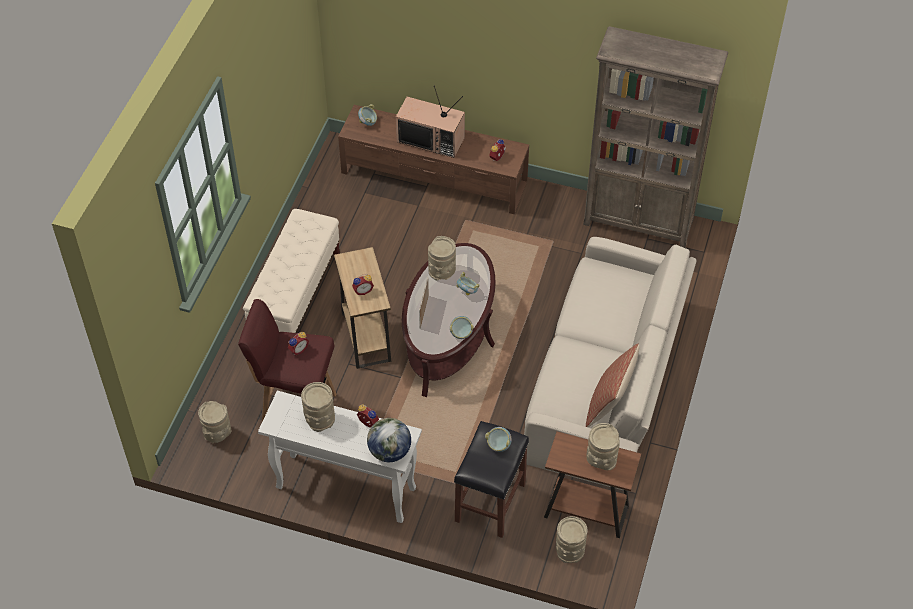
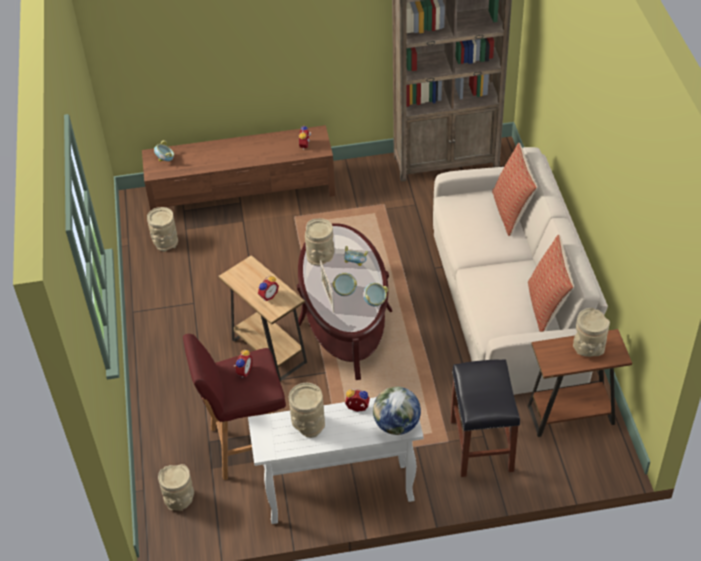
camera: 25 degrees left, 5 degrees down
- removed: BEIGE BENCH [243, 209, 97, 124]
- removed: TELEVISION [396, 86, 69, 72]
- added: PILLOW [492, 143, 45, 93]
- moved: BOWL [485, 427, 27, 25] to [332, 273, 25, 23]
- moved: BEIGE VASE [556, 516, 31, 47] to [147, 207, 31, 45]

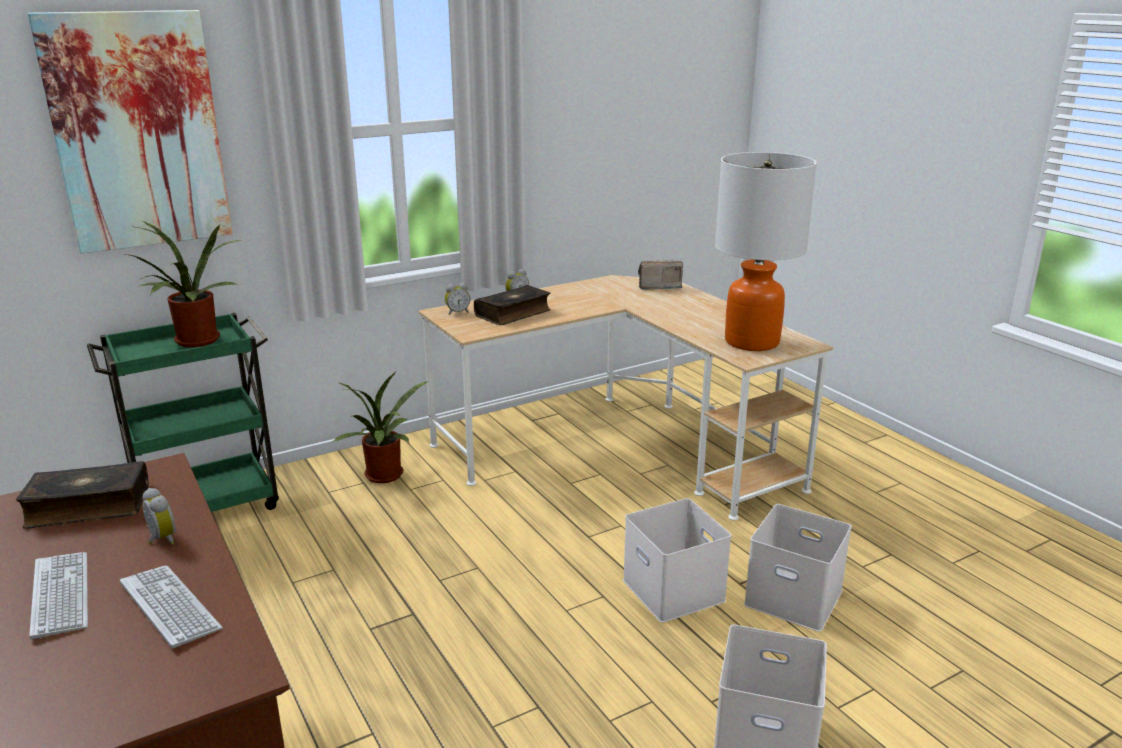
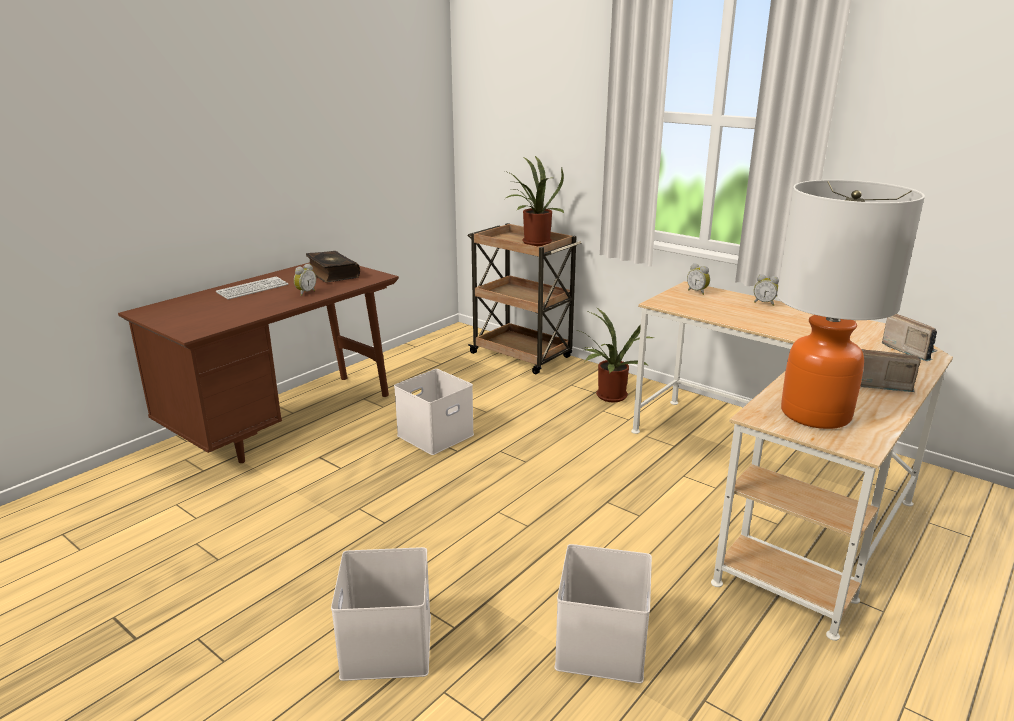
camera: 70 degrees right, 0 degrees up
- removed: PICTURE [28, 10, 205, 244]
- removed: KEYBOARD [120, 566, 103, 83]
- removed: BOOK [474, 285, 77, 40]
- added: RADIO [860, 349, 61, 43]
- moved: WHITE STORAGE BOX [623, 498, 109, 125] to [394, 369, 80, 86]
- recoloured: GREEN CART [87, 313, 192, 199] to BROWN CART [468, 223, 113, 151]

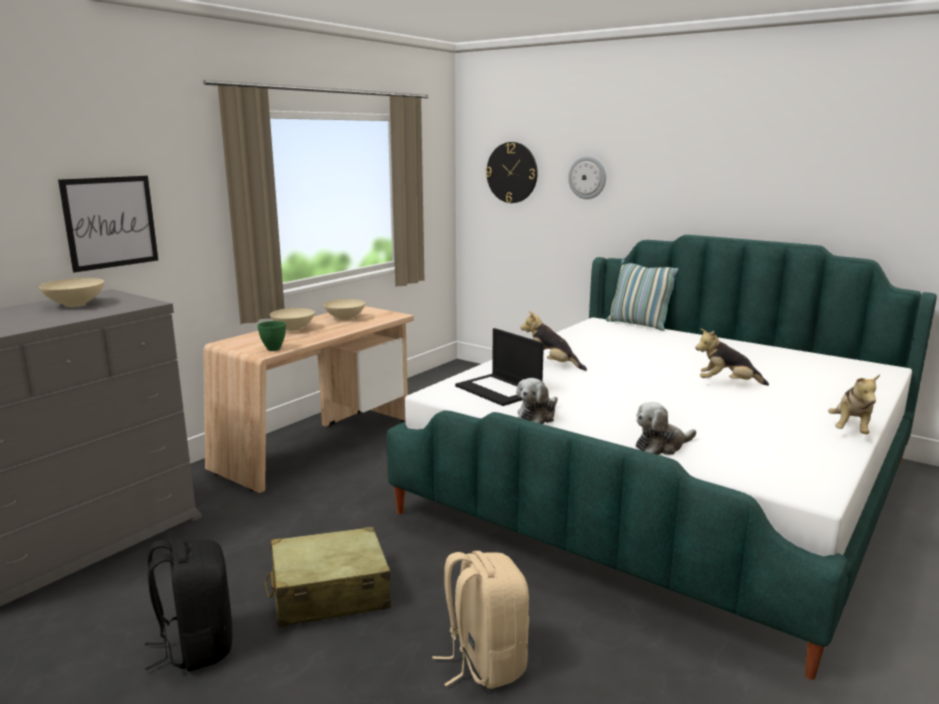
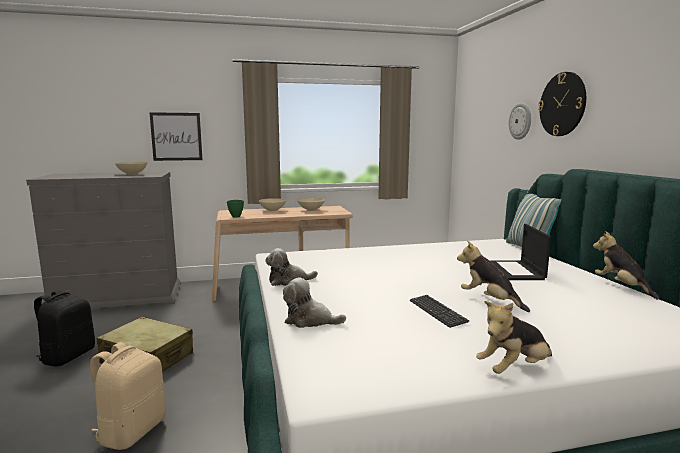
camera: 40 degrees right, 5 degrees down
- added: KEYBOARD [410, 295, 59, 33]
- moved: LAPTOP [455, 328, 89, 78] to [489, 224, 62, 56]
- moved: WALL CLOCK [486, 142, 52, 61] to [538, 72, 48, 64]
- moved: PLUSH TOY [521, 311, 66, 60] to [593, 231, 66, 68]

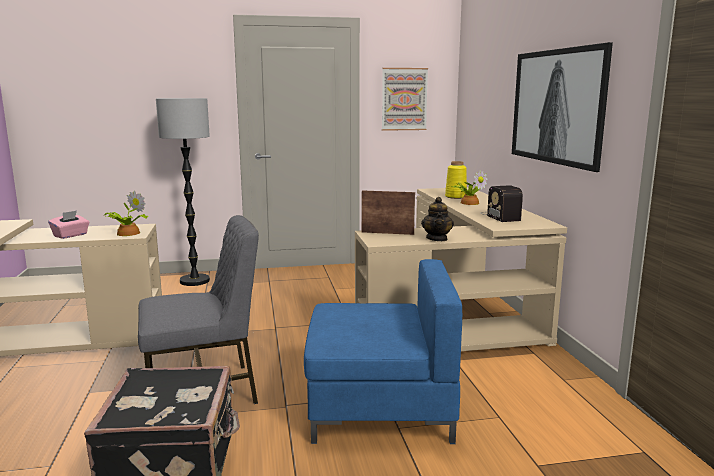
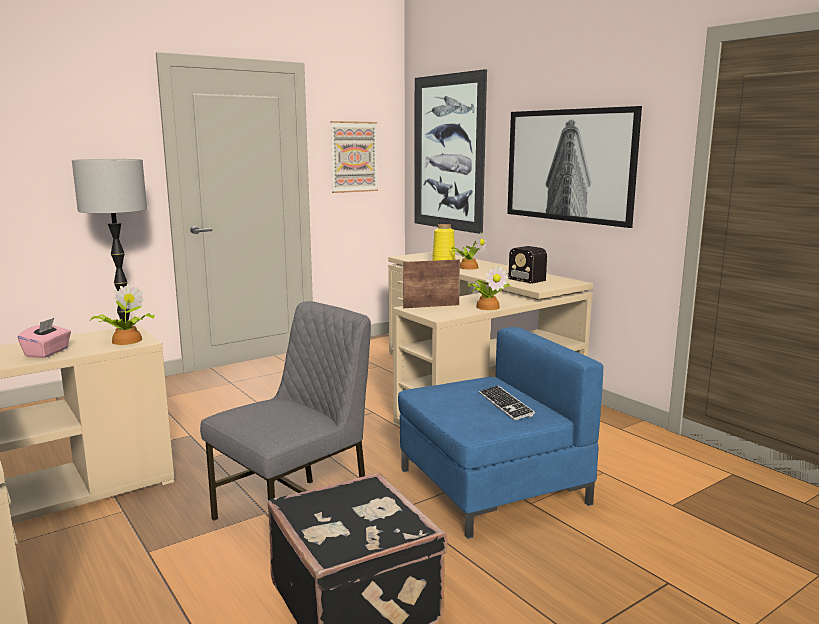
camera: 25 degrees left, 0 degrees up
- added: PICTURE [414, 69, 73, 165]
- added: KEYBOARD [479, 385, 56, 35]
- replaced: TEAPOT [421, 197, 33, 44] to POTTED PLANT [466, 265, 46, 45]

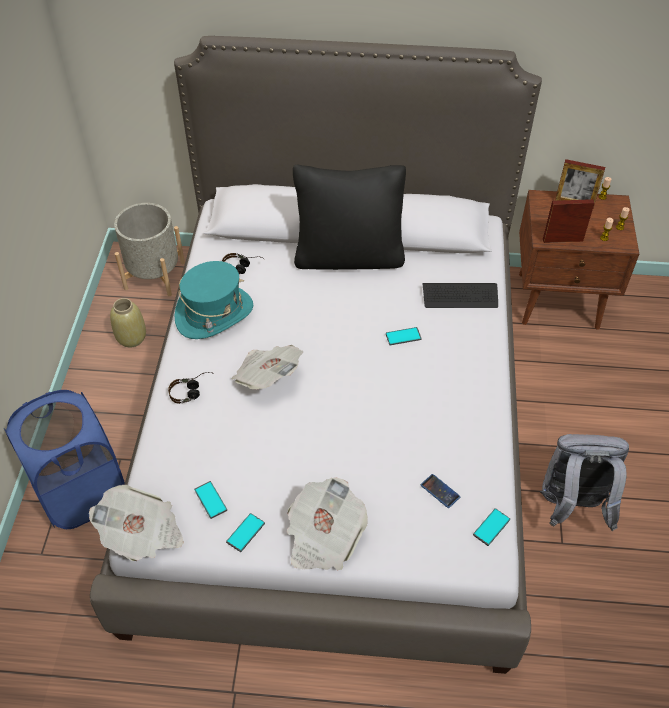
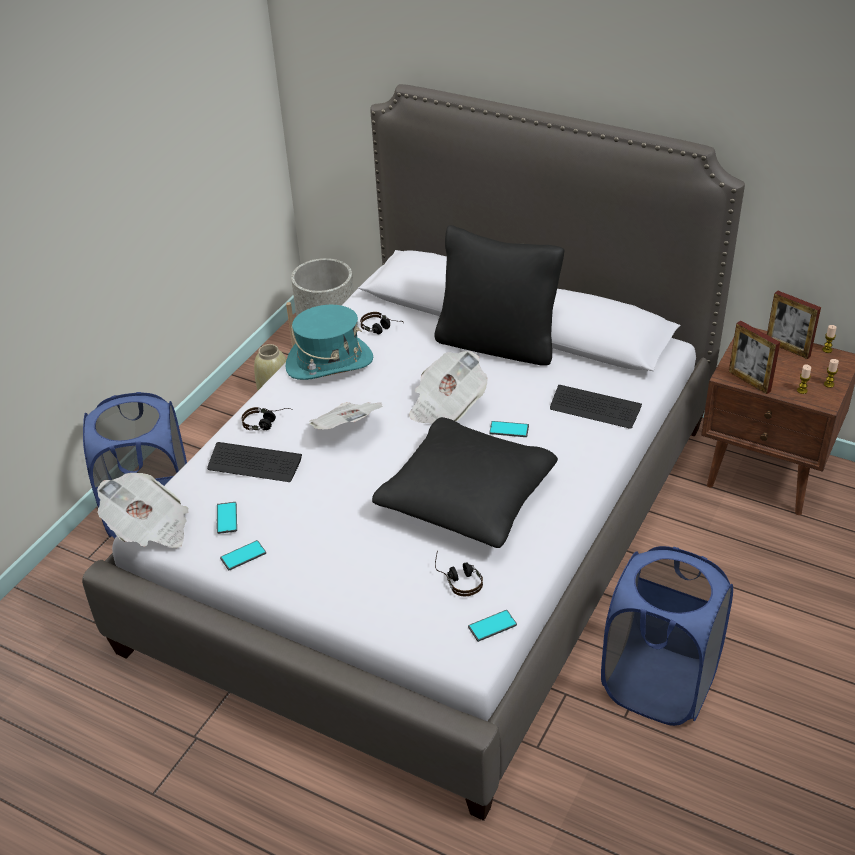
camera: 25 degrees right, 10 degrees down
- added: KEYBOARD [207, 442, 95, 40]
- added: BLACK PILLOW [372, 417, 186, 131]
- moved: NEWSPAPER [287, 477, 81, 93] to [409, 351, 79, 73]
- replaced: PHONE [421, 474, 39, 34] to HEADPHONES [435, 550, 48, 46]
- replaced: GREY BACKPACK [540, 434, 89, 97] to BLUE LAUNDRY BASKET [601, 546, 132, 180]
- turned: PICTURE FRAME [543, 199, 52, 44] = [729, 321, 52, 73] 150 degrees counterclockwise

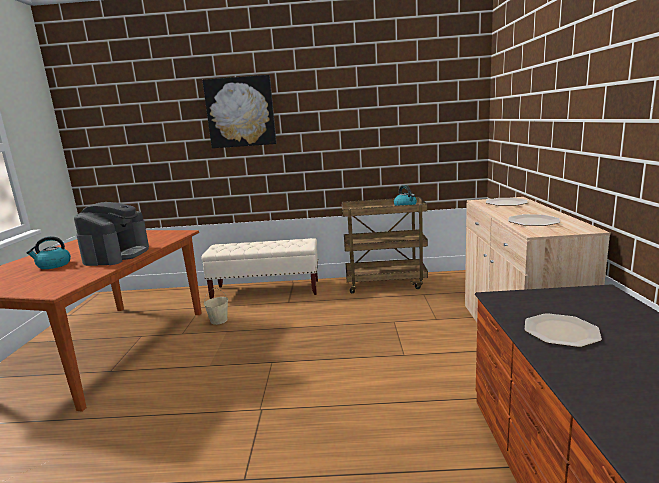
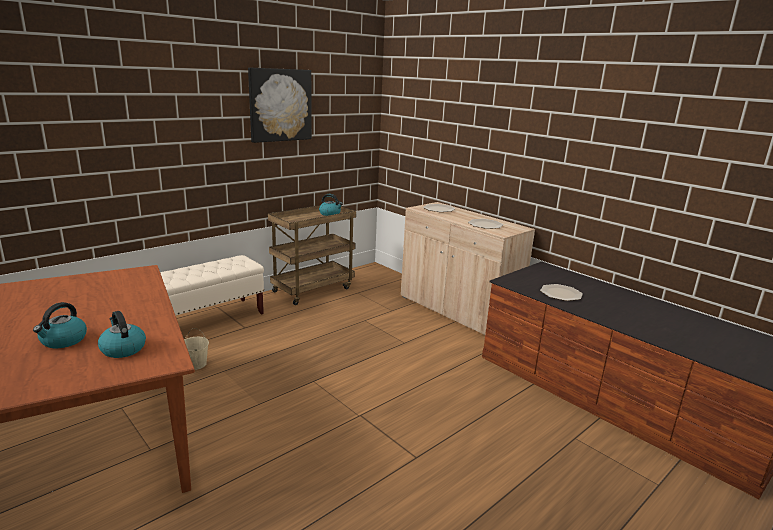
camera: 45 degrees left, 5 degrees up
- removed: COFFEE MACHINE [74, 202, 75, 64]
- added: KETTLE [98, 311, 48, 47]
- moved: PICTURE [202, 75, 74, 73] to [248, 67, 64, 76]

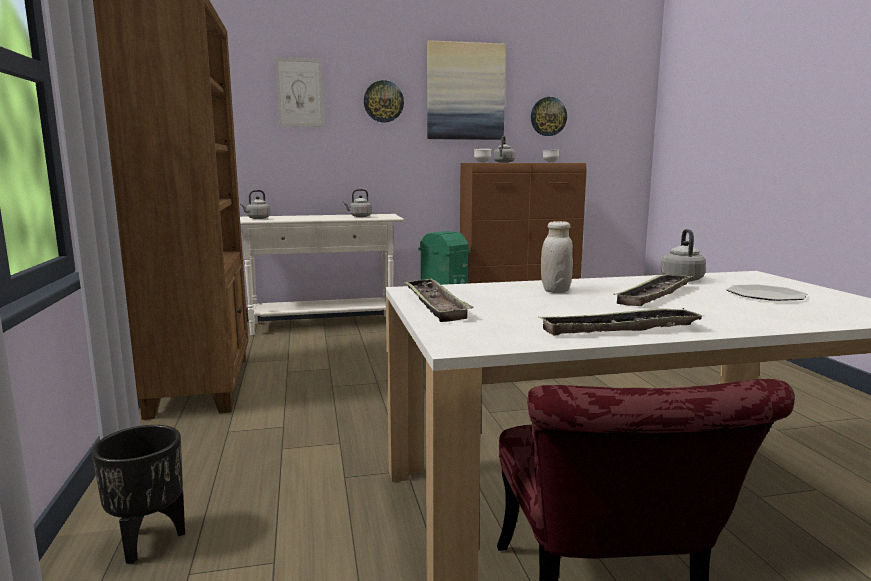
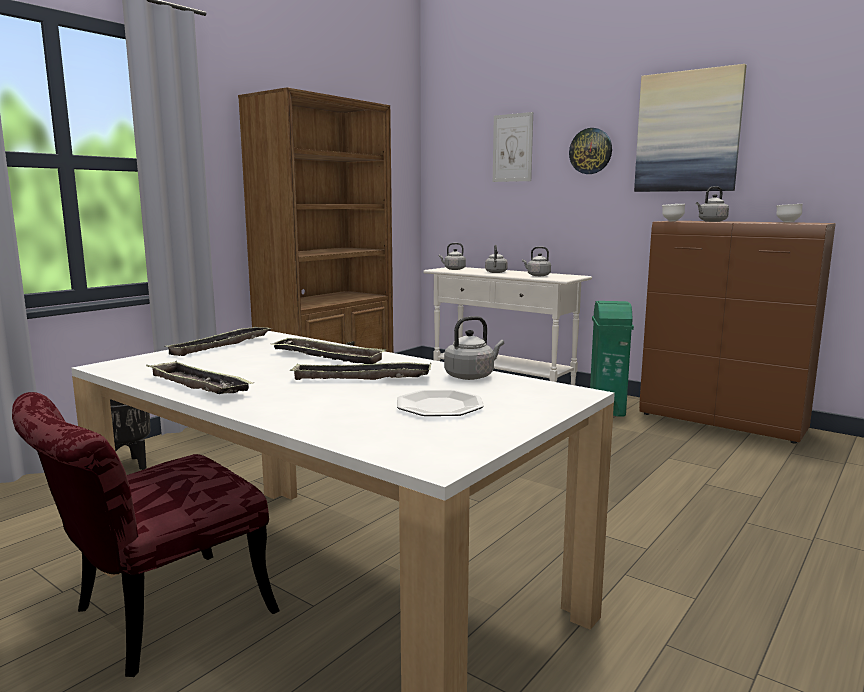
camera: 50 degrees right, 0 degrees up
- removed: WALL CLOCK [531, 97, 36, 39]
- added: GREY KETTLE [485, 245, 23, 28]
- replaced: WHITE JAR [541, 221, 32, 72] to TRAY [270, 338, 116, 26]

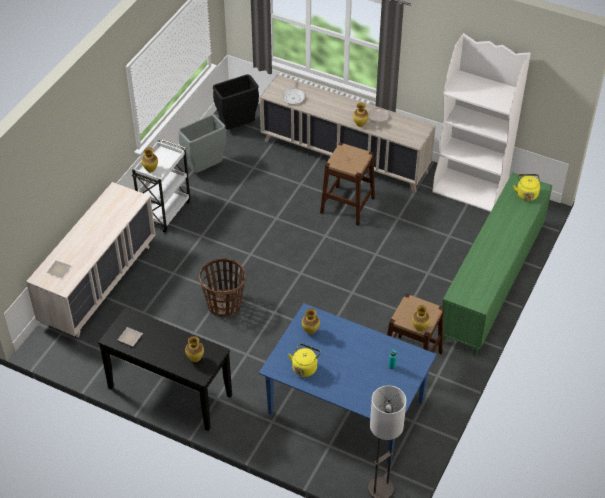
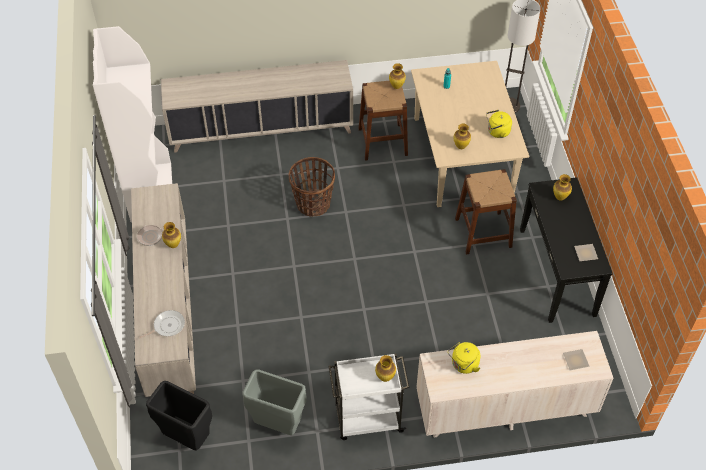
camera: 125 degrees left, 5 degrees up
- moved: BASKET [199, 258, 47, 59] to [289, 157, 46, 60]
- moved: BROWN STOOL [320, 143, 55, 83] to [455, 169, 62, 86]
- moved: YELLOW KETTLE [513, 174, 27, 27] to [448, 342, 32, 32]
- recoloured: BLUE DINING TABLE [259, 303, 178, 160] to BEIGE DINING TABLE [411, 61, 118, 146]
- recoloured: GREEN CABINET [442, 172, 110, 184] to BEIGE CABINET [161, 60, 192, 93]

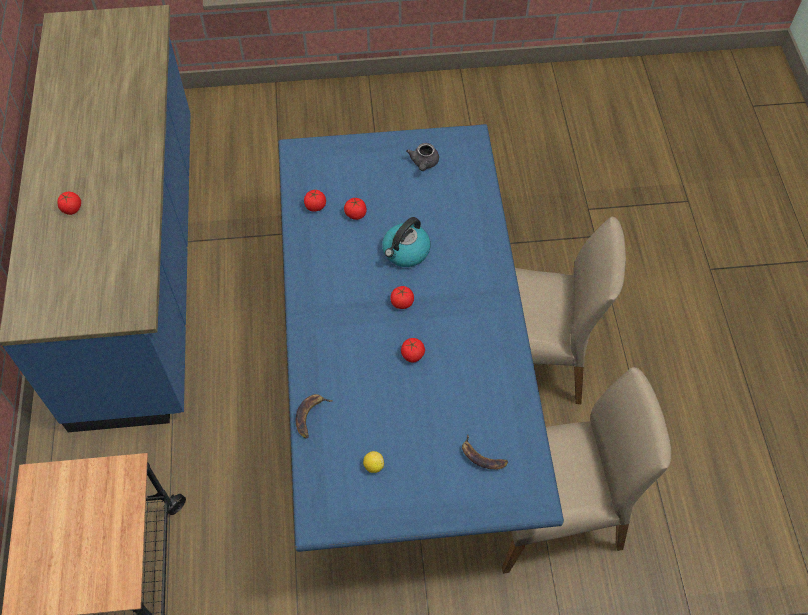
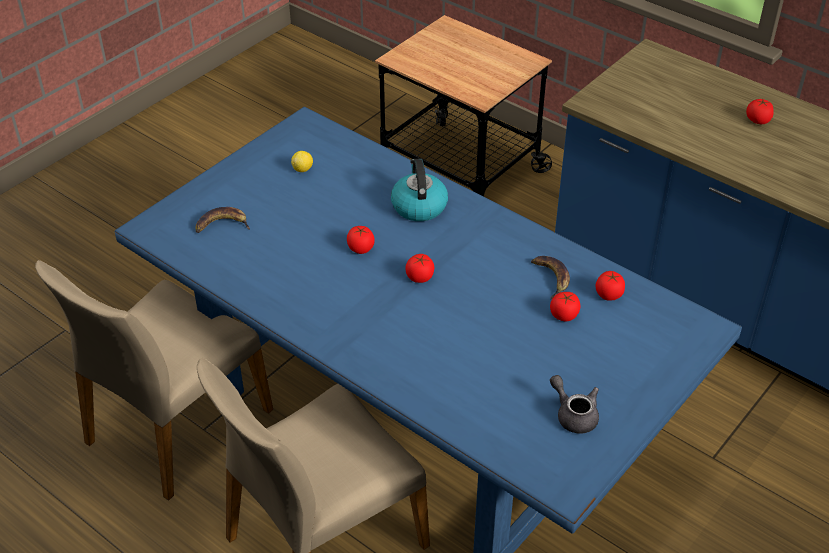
camera: 135 degrees right, 15 degrees down
- moved: BANANA [296, 394, 37, 44] to [531, 256, 39, 43]
- moved: KETTLE [382, 217, 48, 50] to [391, 158, 57, 63]

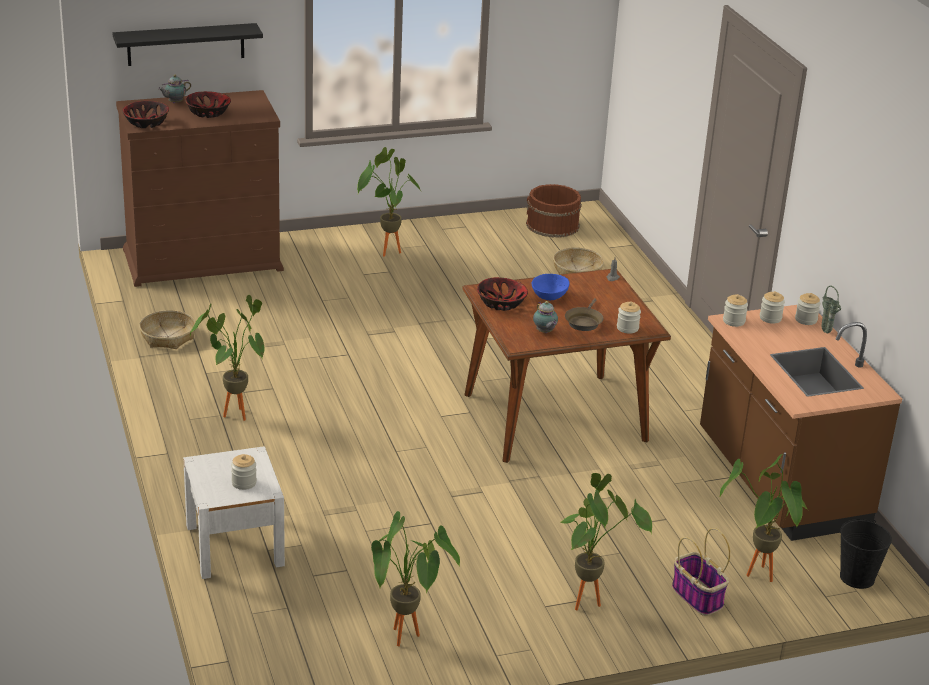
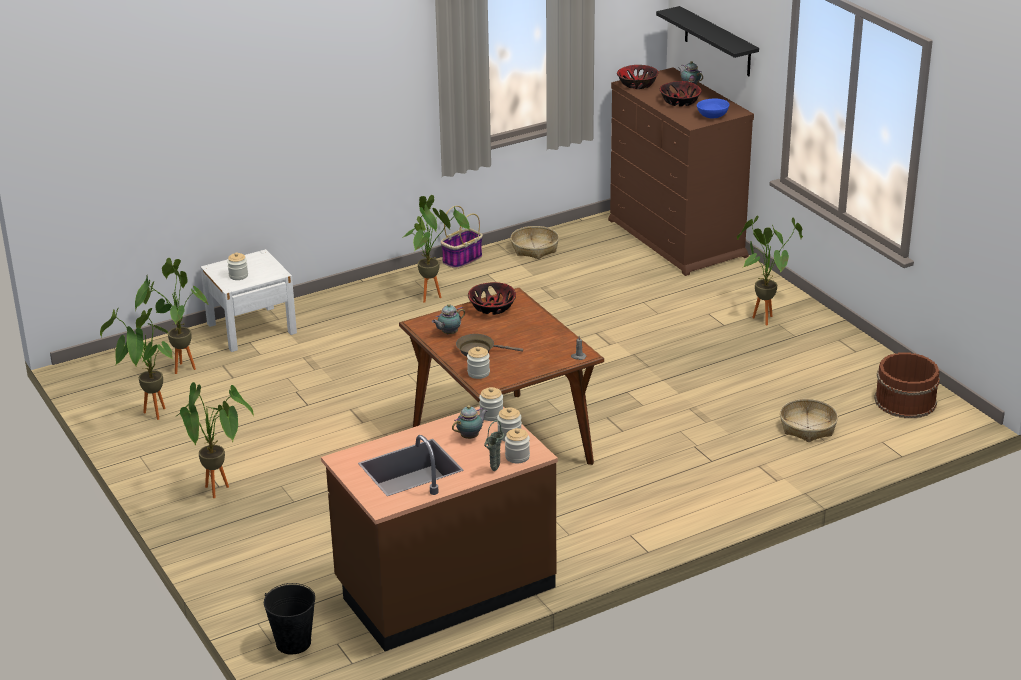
camera: 80 degrees right, 0 degrees up
- added: TEAPOT [452, 405, 36, 34]
- moved: BLUE BOWL [532, 274, 38, 26] to [697, 99, 33, 19]
- moved: BASKET [672, 528, 58, 88] to [441, 206, 42, 63]
- moved: POTTED PLANT [719, 454, 89, 128] to [135, 258, 73, 116]

